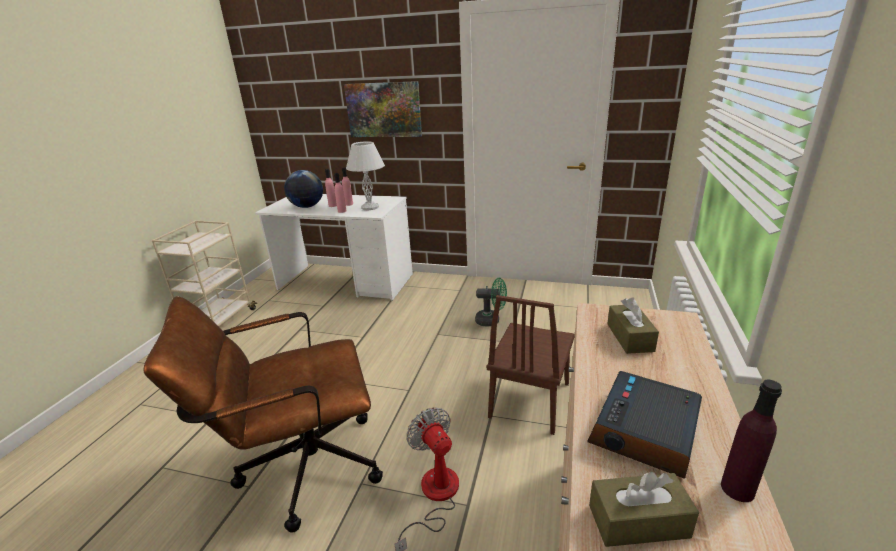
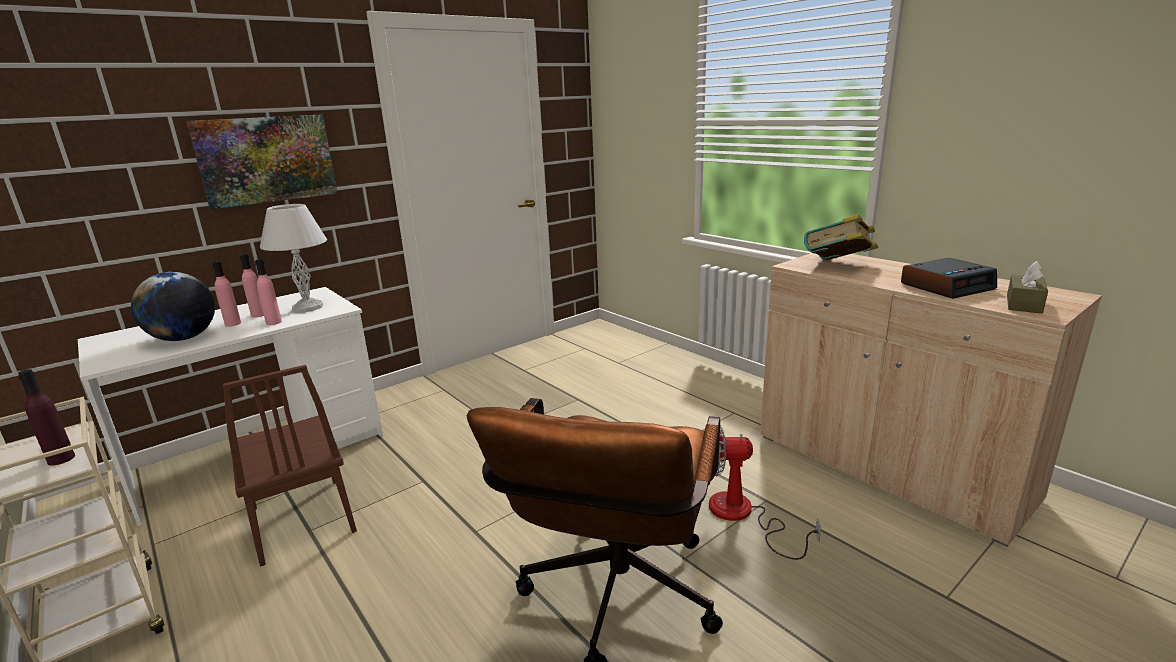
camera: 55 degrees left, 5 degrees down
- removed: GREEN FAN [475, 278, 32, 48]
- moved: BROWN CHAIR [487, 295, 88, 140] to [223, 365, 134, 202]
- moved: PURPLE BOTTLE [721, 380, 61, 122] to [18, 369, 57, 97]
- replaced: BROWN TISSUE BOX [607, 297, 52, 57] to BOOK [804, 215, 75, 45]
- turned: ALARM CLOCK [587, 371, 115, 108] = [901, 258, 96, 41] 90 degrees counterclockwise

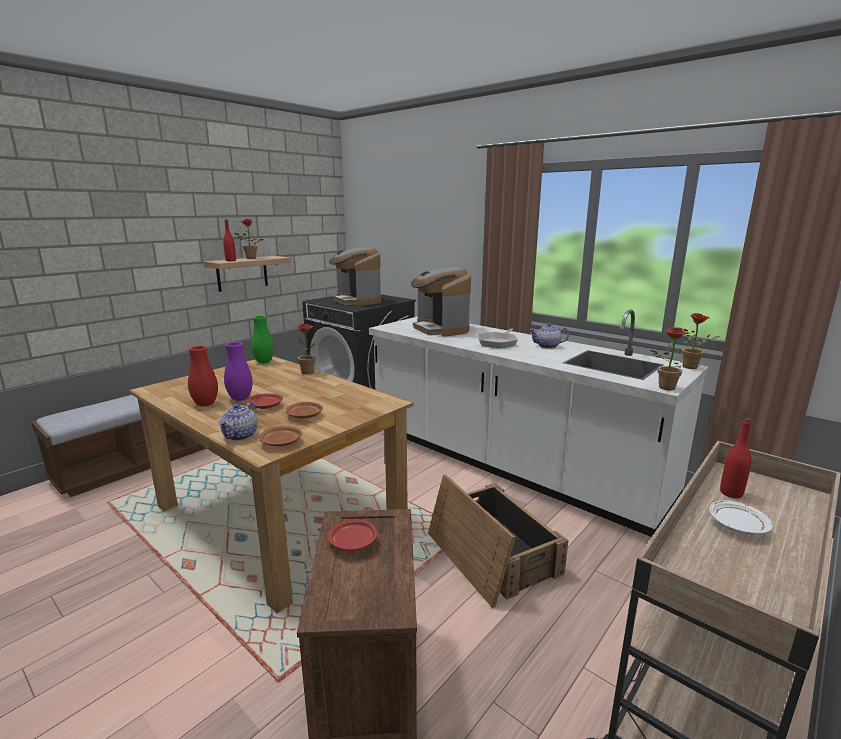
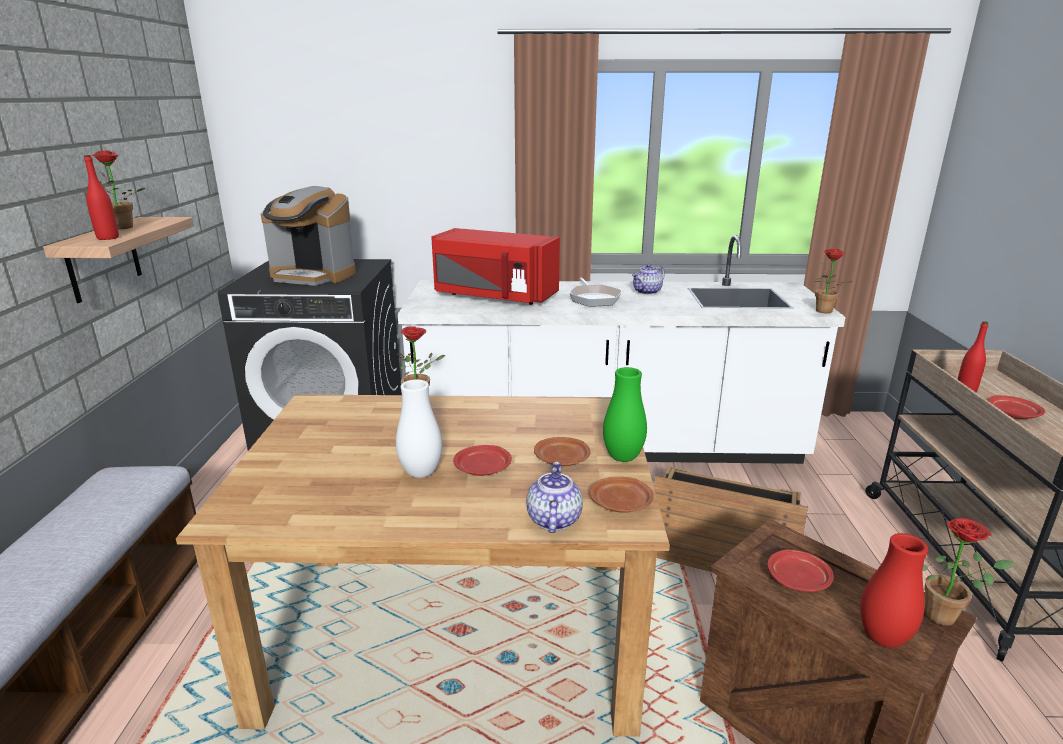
camera: 40 degrees left, 5 degrees up
- moved: RED VASE [188, 346, 30, 60] to [860, 533, 68, 115]
- moved: GREEN VASE [251, 316, 23, 47] to [603, 367, 44, 95]
- moved: POTTED PLANT [682, 313, 38, 56] to [923, 518, 91, 108]
- replaced: COFFEE MACHINE [411, 267, 60, 69] to RED MICROWAVE [431, 228, 129, 77]
- recoloured: PURPLE VASE [224, 342, 29, 59] to WHITE VASE [396, 379, 46, 99]
- recoloured: WHITE PLATE [709, 500, 63, 35] to RED PLATE [988, 395, 57, 24]
- turned: TEAPOT [218, 402, 40, 39] = [527, 462, 56, 71] 150 degrees counterclockwise

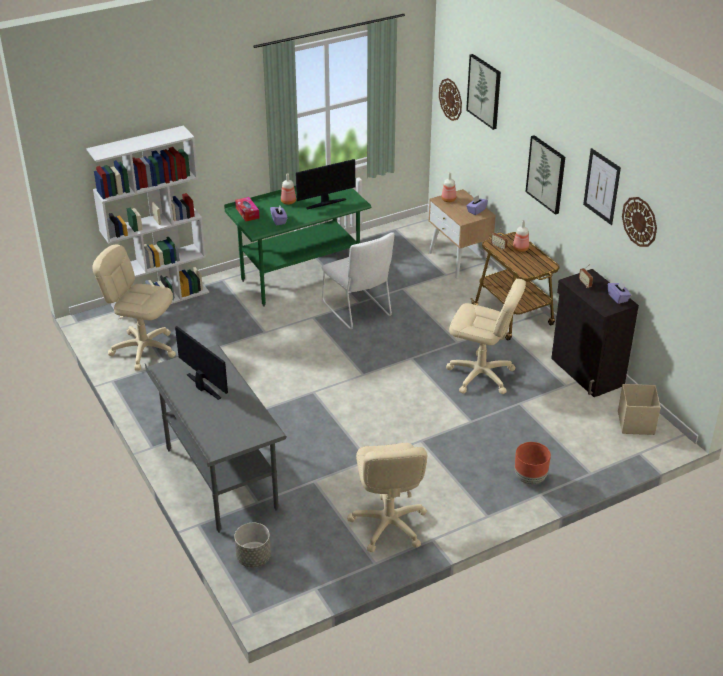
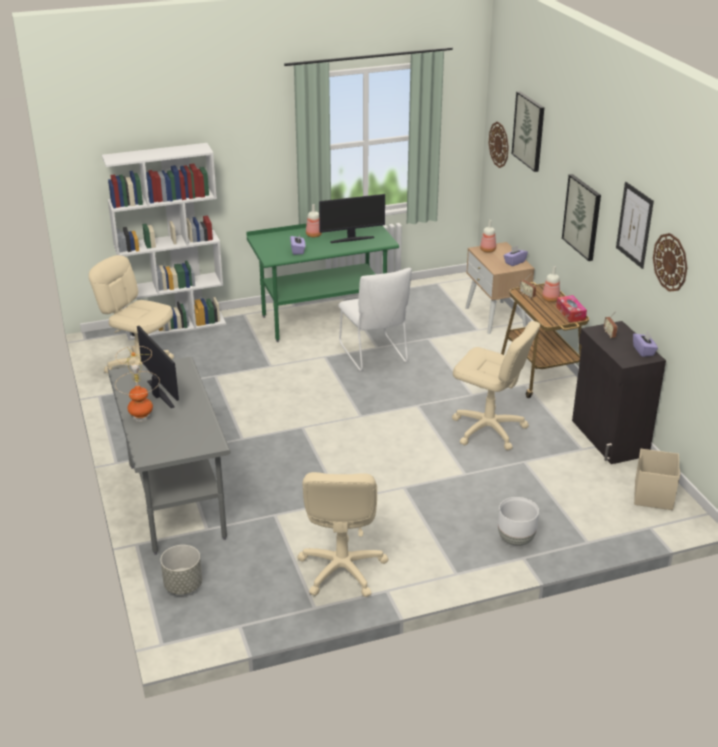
camera: 10 degrees right, 5 degrees down
- added: TABLE LAMP [115, 346, 45, 76]
- moved: TISSUE BOX [235, 197, 25, 25] to [556, 295, 31, 27]
- recoloured: BROWN PLANTER [515, 442, 36, 43] to WHITE PLANTER [498, 497, 41, 49]

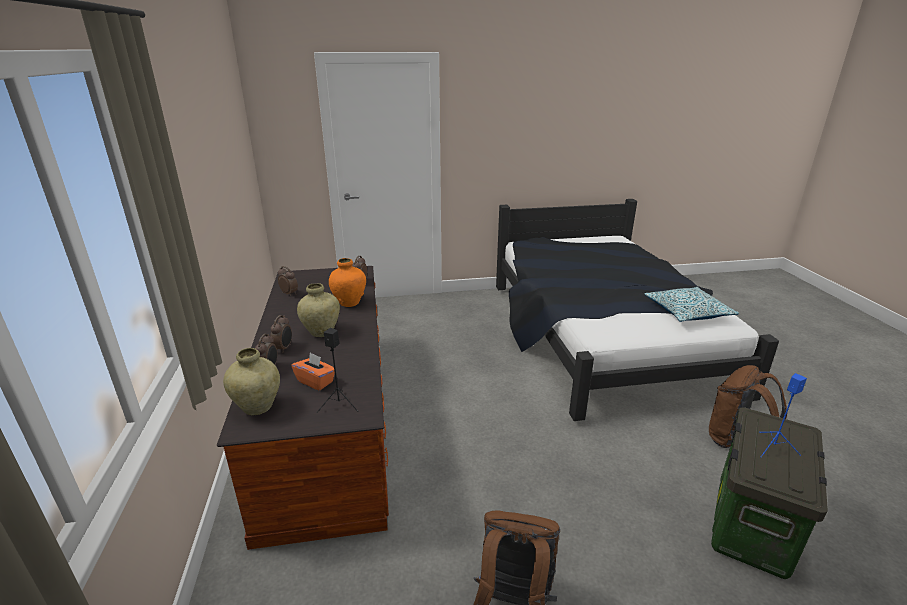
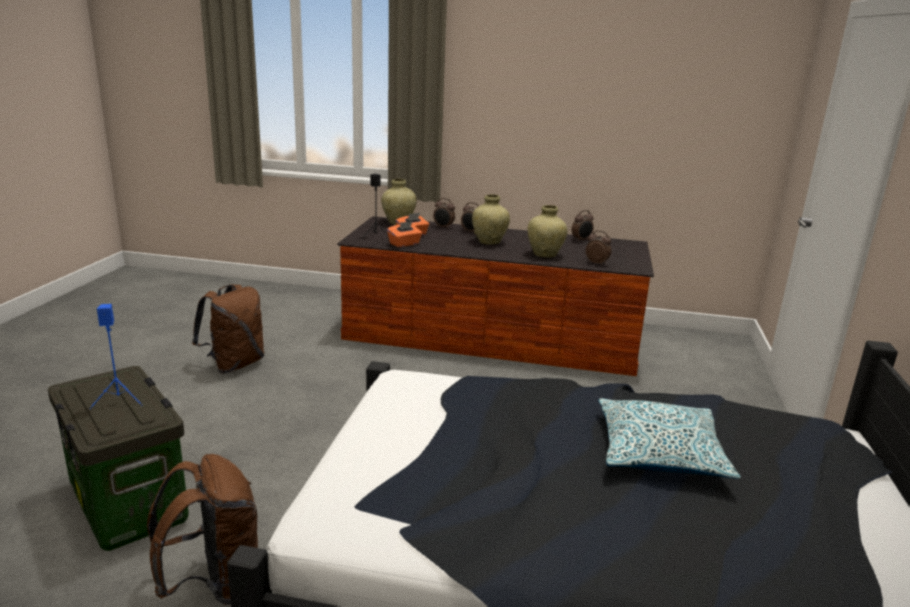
camera: 110 degrees right, 5 degrees down
- added: ORANGE TISSUE BOX [387, 221, 35, 26]
- moved: PILLOW [644, 287, 95, 35] to [598, 398, 143, 81]
- recoloured: ORANGE VASE [329, 258, 37, 49] to BEIGE VASE [528, 205, 40, 52]

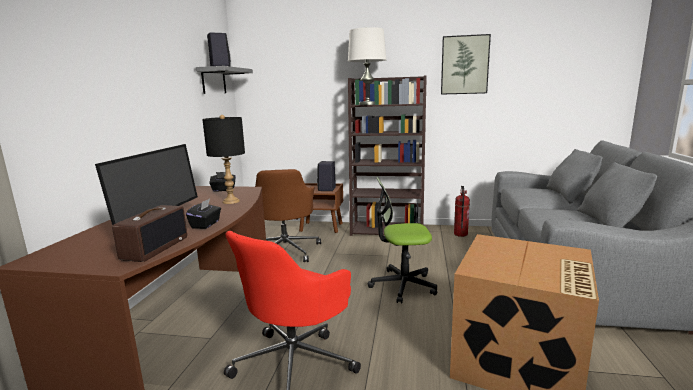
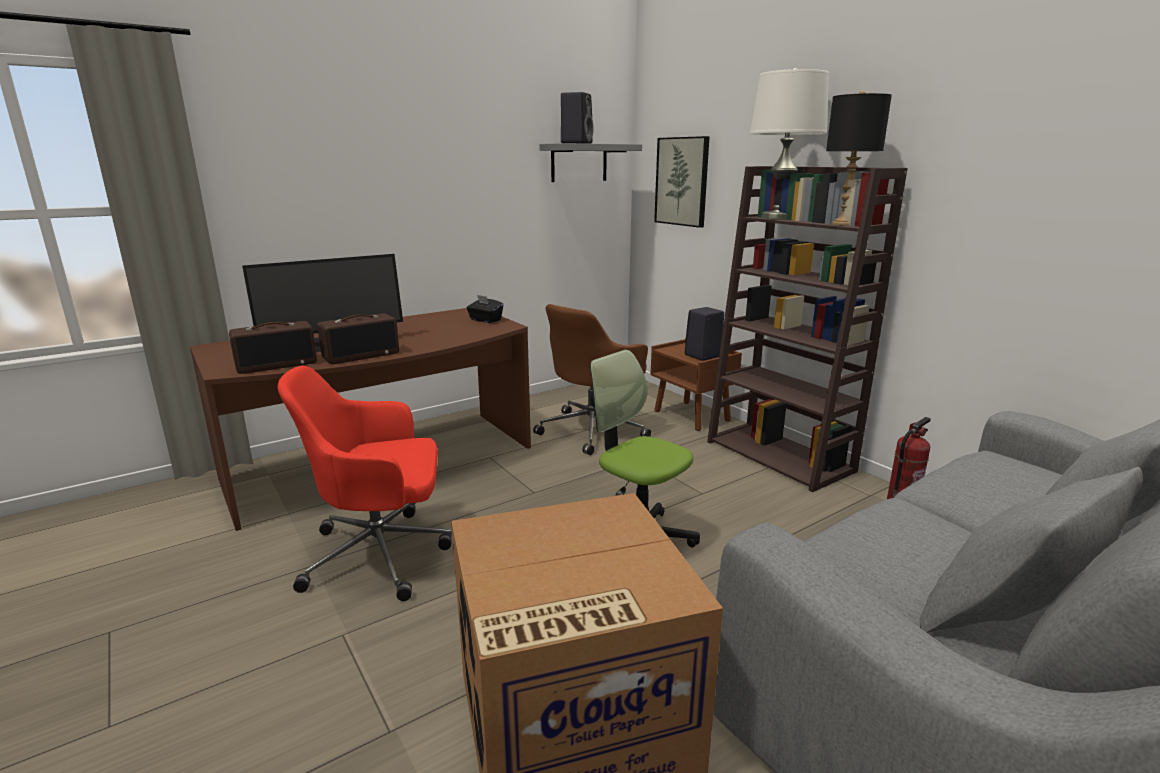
camera: 45 degrees right, 5 degrees up
- moved: BLACK TABLE LAMP [202, 115, 43, 89] to [826, 90, 66, 135]
- moved: PICTURE [441, 34, 50, 61] to [654, 136, 56, 92]
- replaced: BLACK TISSUE BOX [186, 199, 35, 30] to RADIO [317, 313, 82, 51]

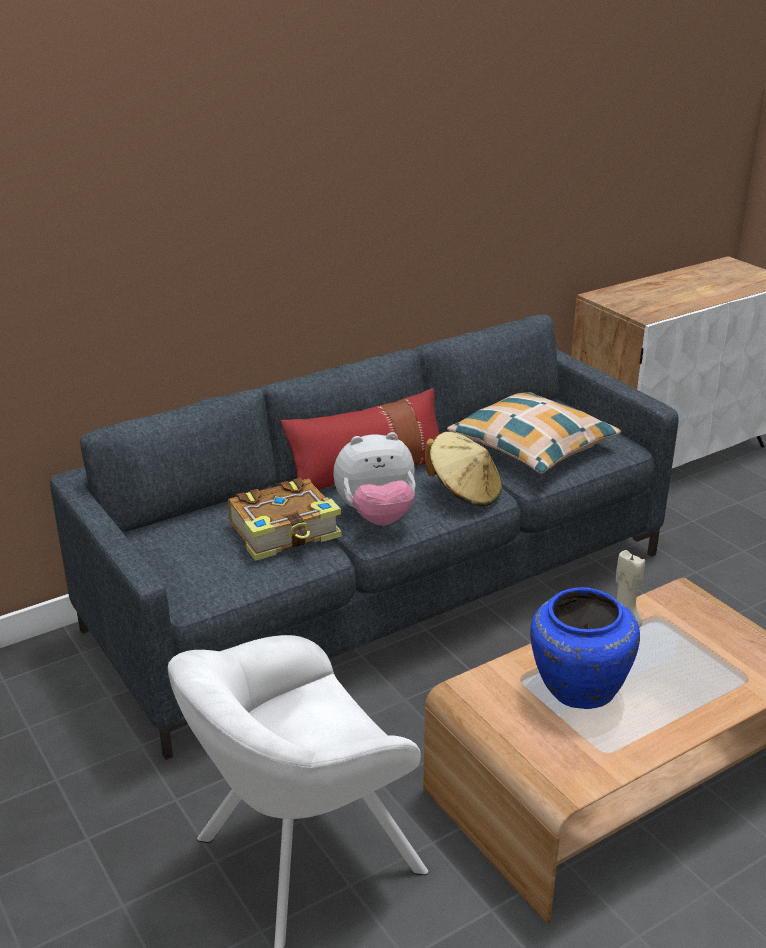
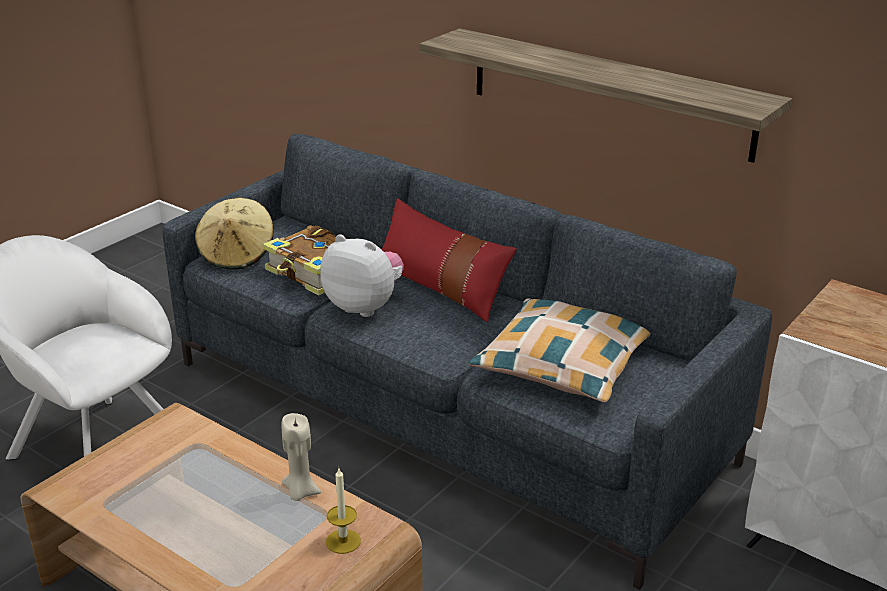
camera: 70 degrees right, 0 degrees up
- removed: BLUE VASE [530, 587, 110, 122]
- added: CANDLE [326, 468, 35, 86]
- added: SHELF [419, 28, 373, 135]
- moved: BEIGE HAT [425, 432, 77, 74] to [195, 198, 79, 72]
- turned: PLUSH TOY [333, 432, 83, 93] = [320, 234, 84, 83] 150 degrees clockwise

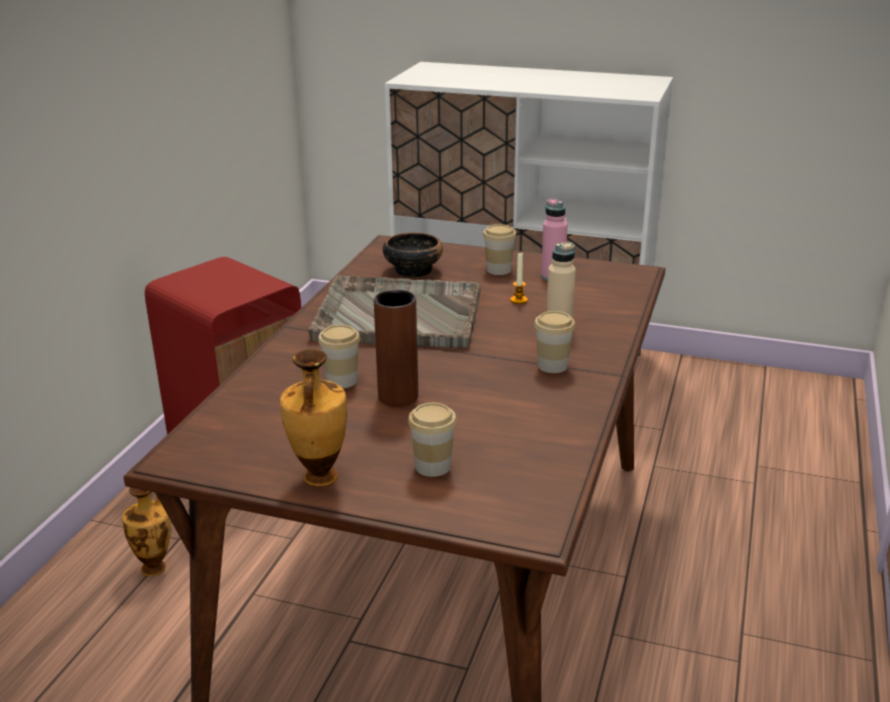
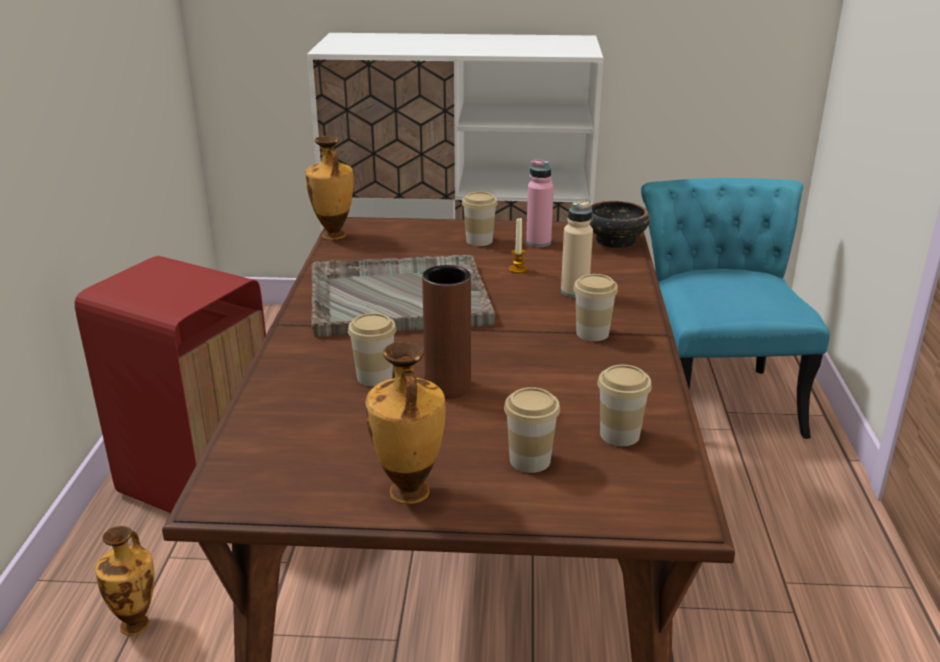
camera: 15 degrees left, 0 degrees up
- added: VASE [305, 136, 49, 104]
- added: CUP [597, 365, 55, 81]
- added: TURQUOISE CHAIR [641, 178, 189, 261]
- moved: BOWL [383, 232, 60, 46] to [590, 201, 60, 48]

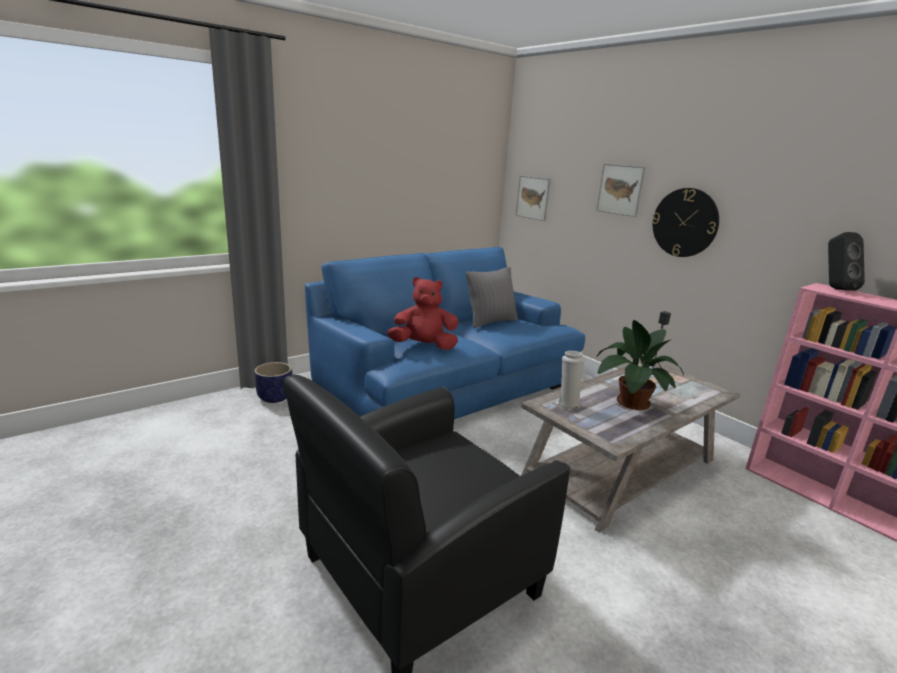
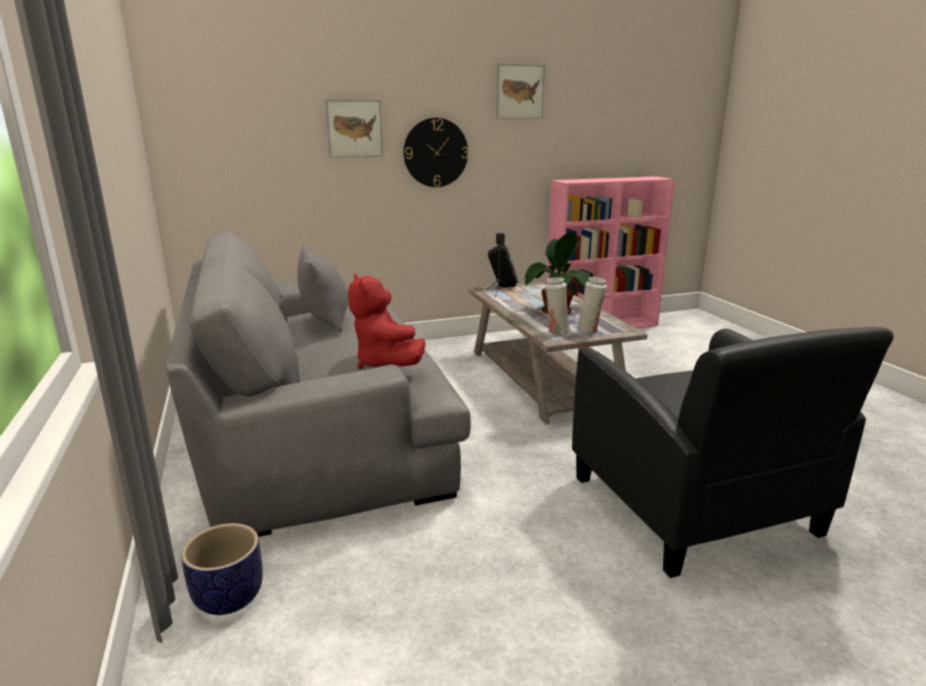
camera: 70 degrees left, 0 degrees up
- added: WHITE VASE [576, 277, 31, 57]
- moved: PICTURE [515, 175, 36, 46] to [496, 63, 49, 56]
- moved: BLACK SPEAKER [828, 232, 37, 59] to [488, 245, 30, 42]
- recoloured: BLUE SOFA [305, 247, 280, 172] to GREY SOFA [166, 232, 305, 305]
- turned: RED PLUSH TOY [387, 277, 72, 73] = [348, 273, 77, 96] 45 degrees counterclockwise

